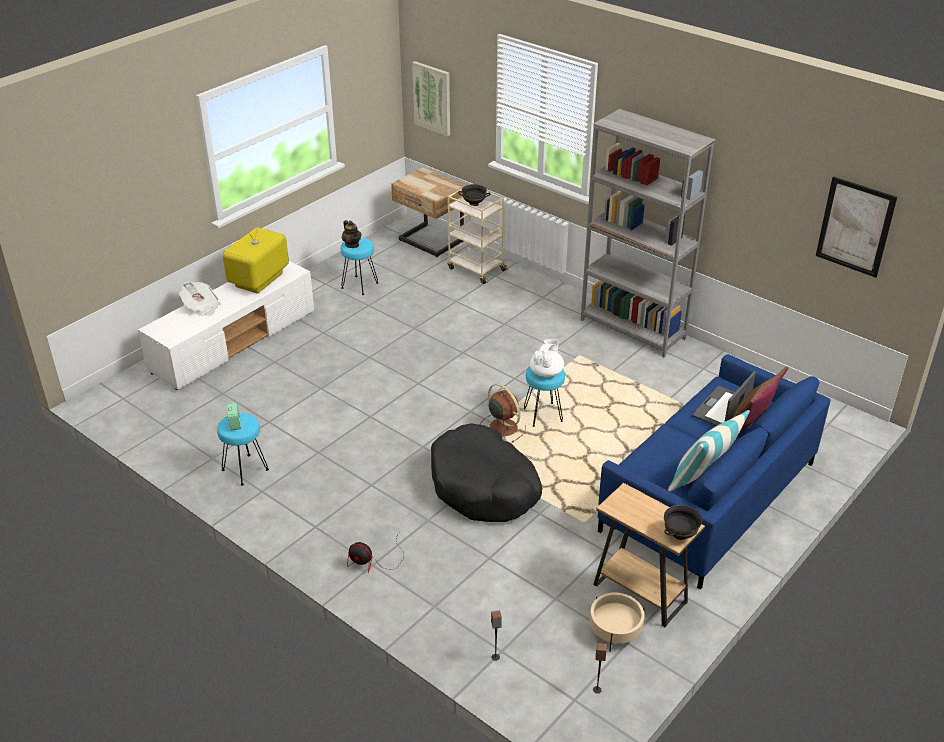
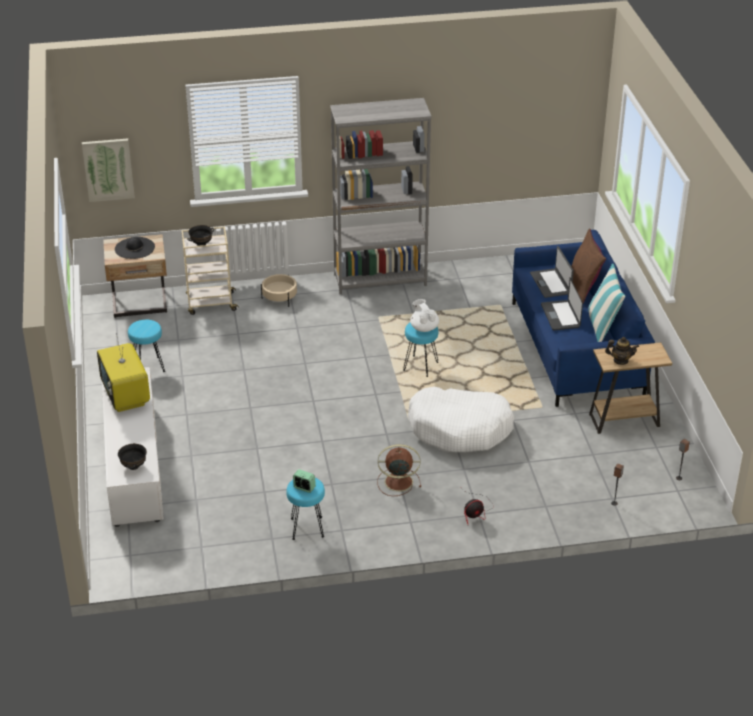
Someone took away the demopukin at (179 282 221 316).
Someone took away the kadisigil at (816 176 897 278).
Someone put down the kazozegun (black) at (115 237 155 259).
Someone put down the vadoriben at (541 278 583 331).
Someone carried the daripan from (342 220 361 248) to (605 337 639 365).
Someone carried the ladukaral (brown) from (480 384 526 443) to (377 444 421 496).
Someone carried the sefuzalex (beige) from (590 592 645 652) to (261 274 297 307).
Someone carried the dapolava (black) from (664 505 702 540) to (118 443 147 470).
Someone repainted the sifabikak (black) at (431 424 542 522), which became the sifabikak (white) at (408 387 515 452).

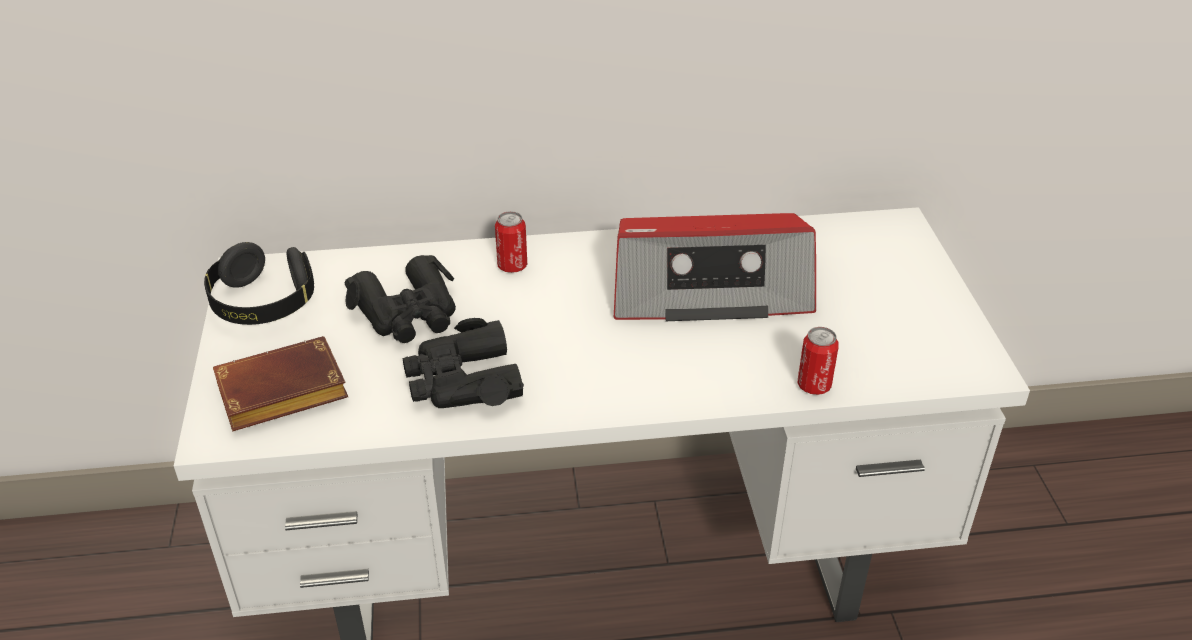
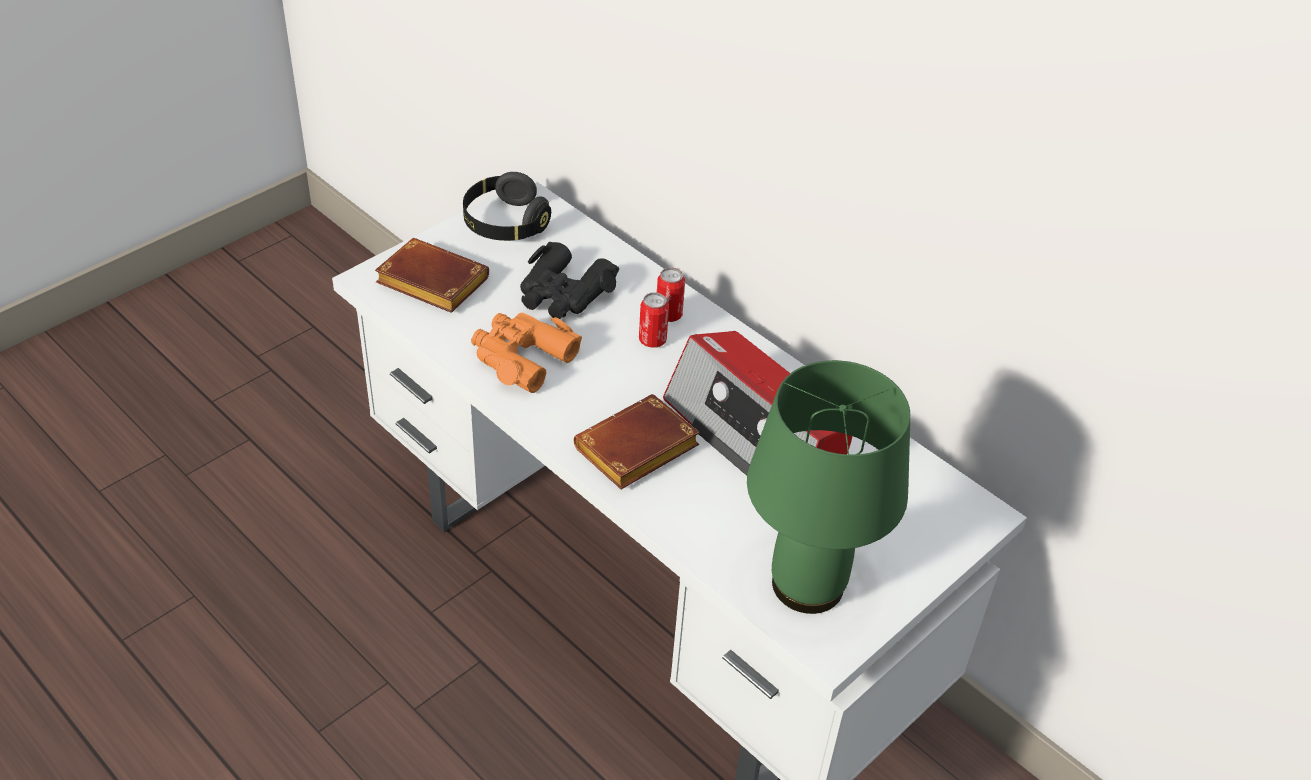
Someone put down the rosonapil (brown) at (574 394 700 489).
Someone put down the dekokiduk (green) at (747 360 911 614).
Someone carried the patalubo from (798 327 839 395) to (639 292 669 348).
Someone repainted the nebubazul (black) at (403 318 524 408), which became the nebubazul (orange) at (471 313 582 393).

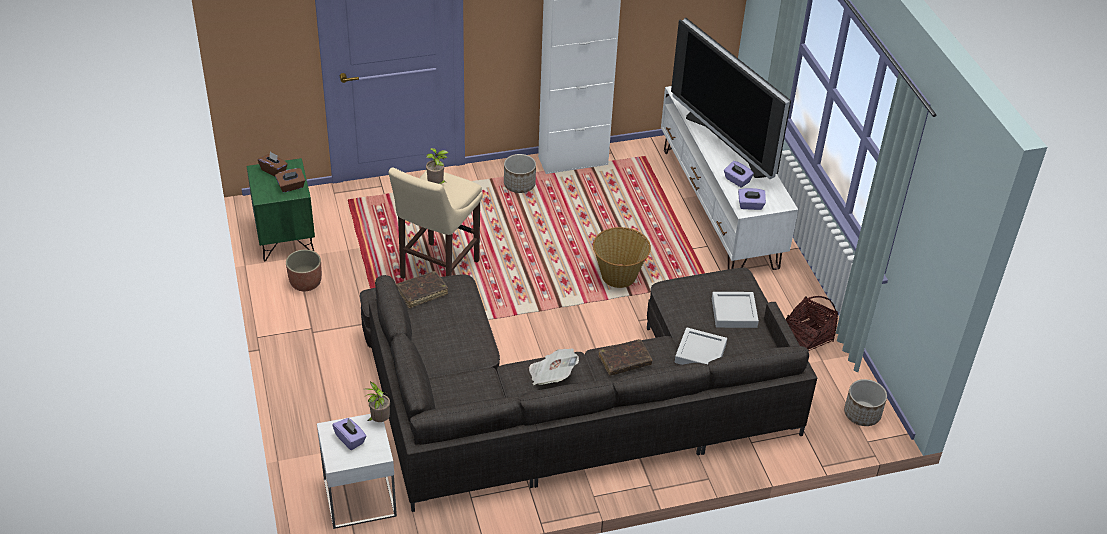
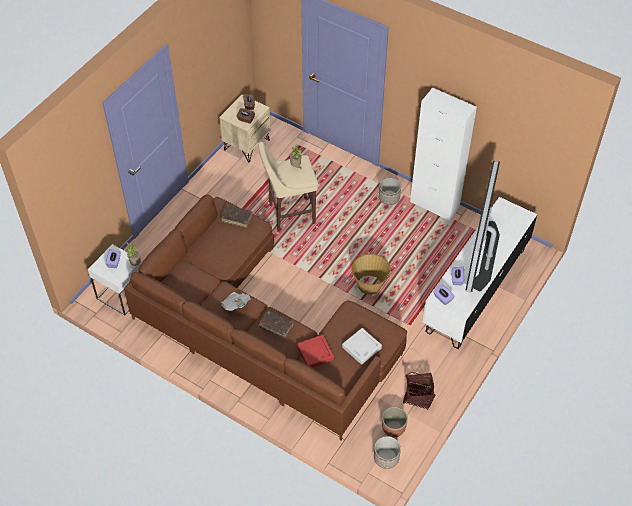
Someone carried the sefuzalex from (286 249 322 291) to (382 407 408 437).
Someone repainted the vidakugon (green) at (247 158 315 261), which became the vidakugon (beige) at (219 95 271 162).
Someone repainted the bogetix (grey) at (360 268 817 512), which became the bogetix (brown) at (124 194 407 440).
Someone repainted the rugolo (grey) at (675 327 727 365), which became the rugolo (red) at (297 335 334 368).

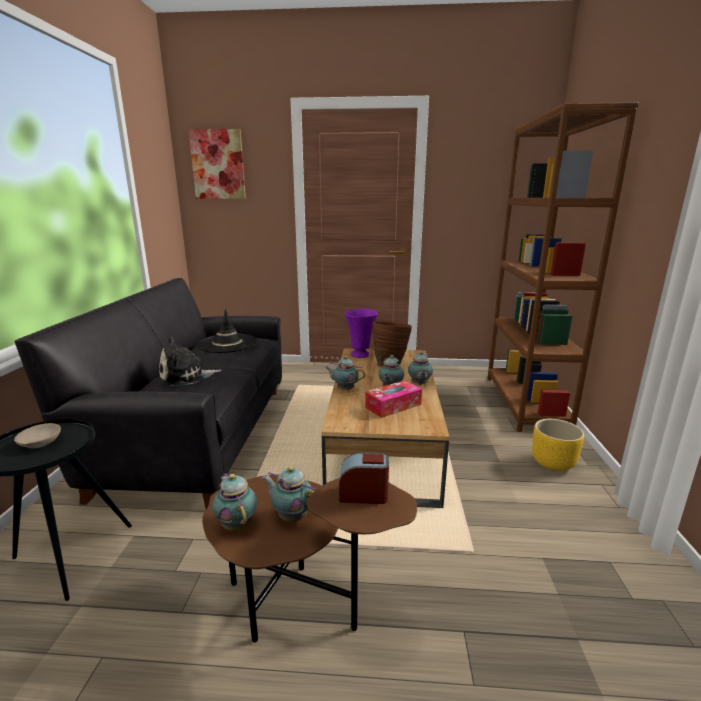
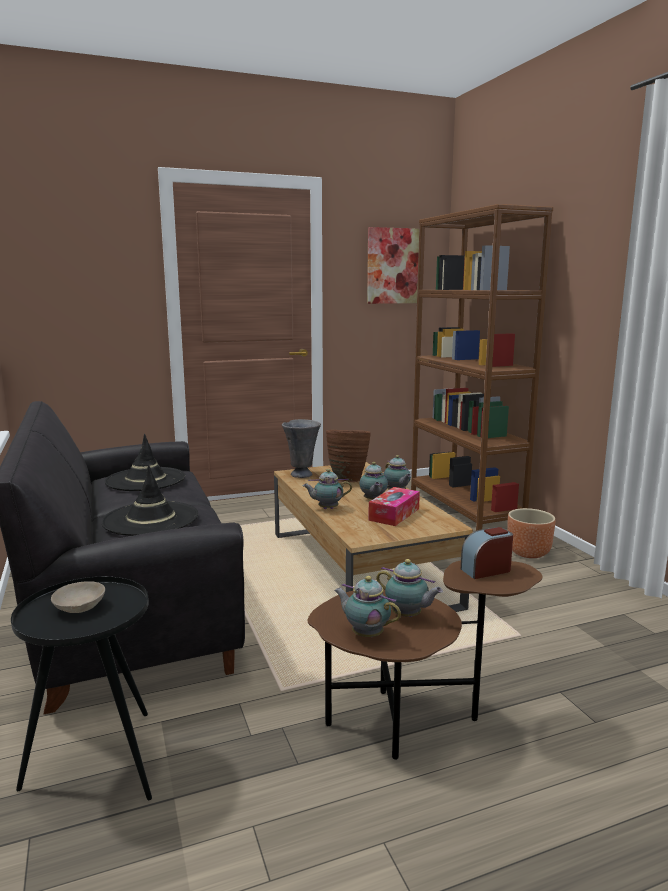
Someone carried the kadisigil from (188 129 246 199) to (367 227 419 304).
Someone swapped the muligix at (159 337 221 386) for the kazozegun (black) at (101 465 198 536).
Someone repainted the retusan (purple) at (345 308 378 358), which became the retusan (grey) at (282 419 321 478).
Someone repainted the sefuzalex (yellow) at (532 419 584 471), which became the sefuzalex (brown) at (507 508 555 558).
Someone rotated the daripan at (262 466 317 522) by 150 degrees counterclockwise.

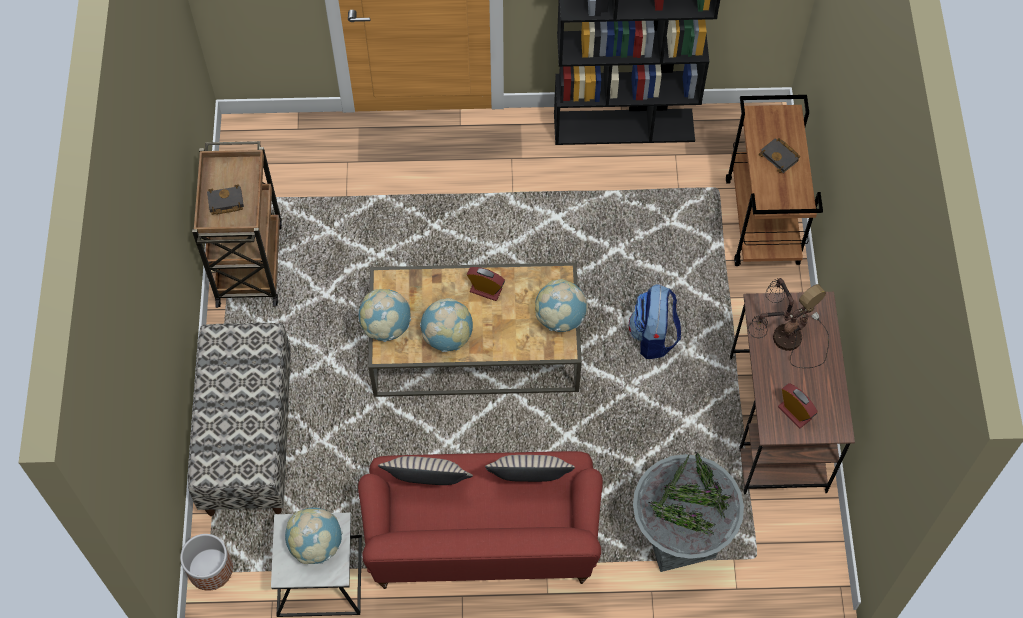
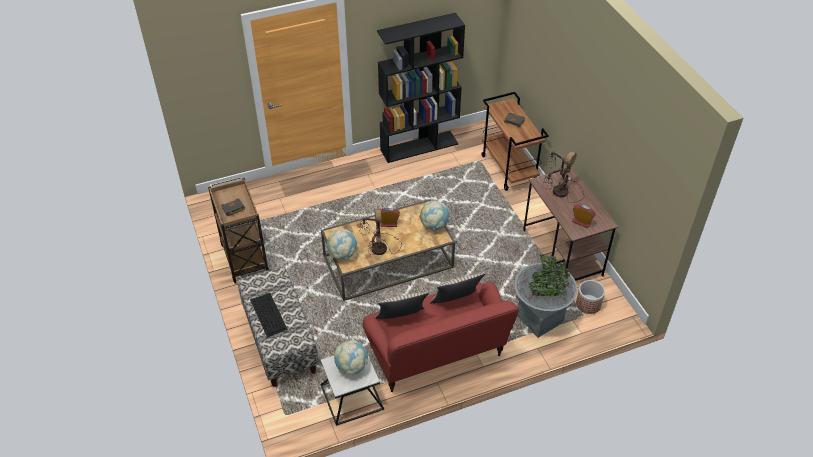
Someone took away the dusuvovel at (629 284 681 359).
Someone put down the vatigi at (250 293 288 337).
Someone carried the sefuzalex from (180 534 233 591) to (576 280 605 314).
Someone swapped the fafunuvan at (420 298 473 352) for the dekokiduk at (359 209 402 255).

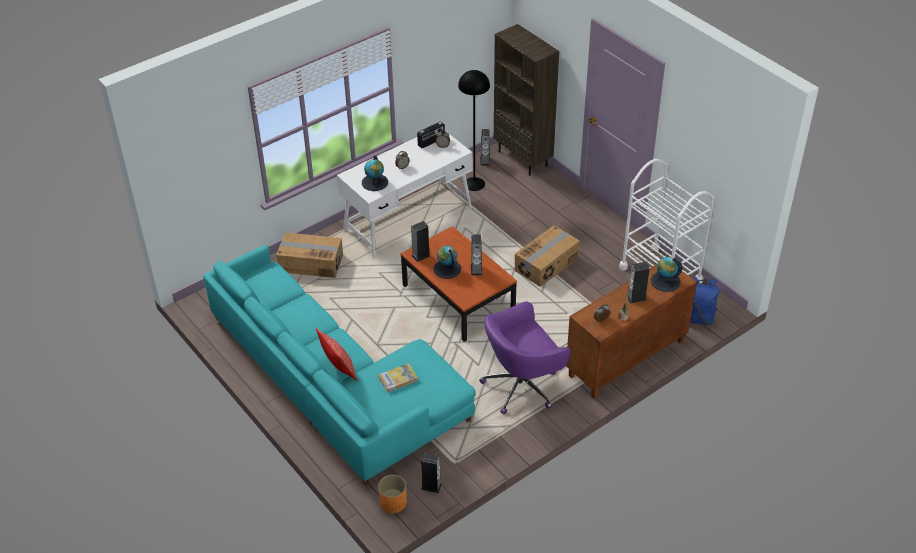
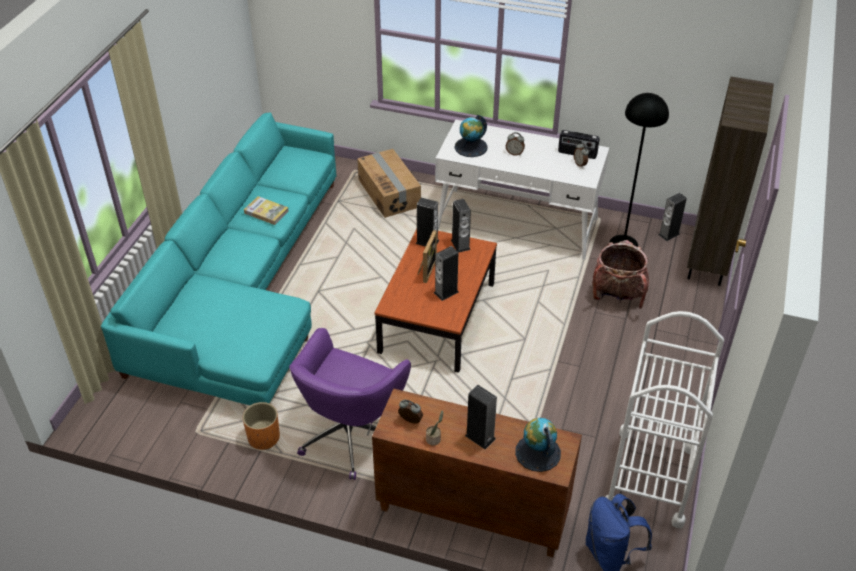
Someone took away the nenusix at (316 328 358 381).
Someone took away the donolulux at (515 225 580 287).
Someone put down the dusuvovel at (592 240 649 309).
Someone carried the rosonapil from (378 363 418 393) to (244 196 289 225).
Someone carried the sefuzalex (orange) from (378 475 406 514) to (242 402 280 450).
Someone carried the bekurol from (421 453 442 493) to (451 199 471 253).
Someone swapped the fafunuvan at (433 246 461 279) for the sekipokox at (417 230 437 283).
Someone rotated the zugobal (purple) at (479 301 570 415) by 90 degrees counterclockwise.

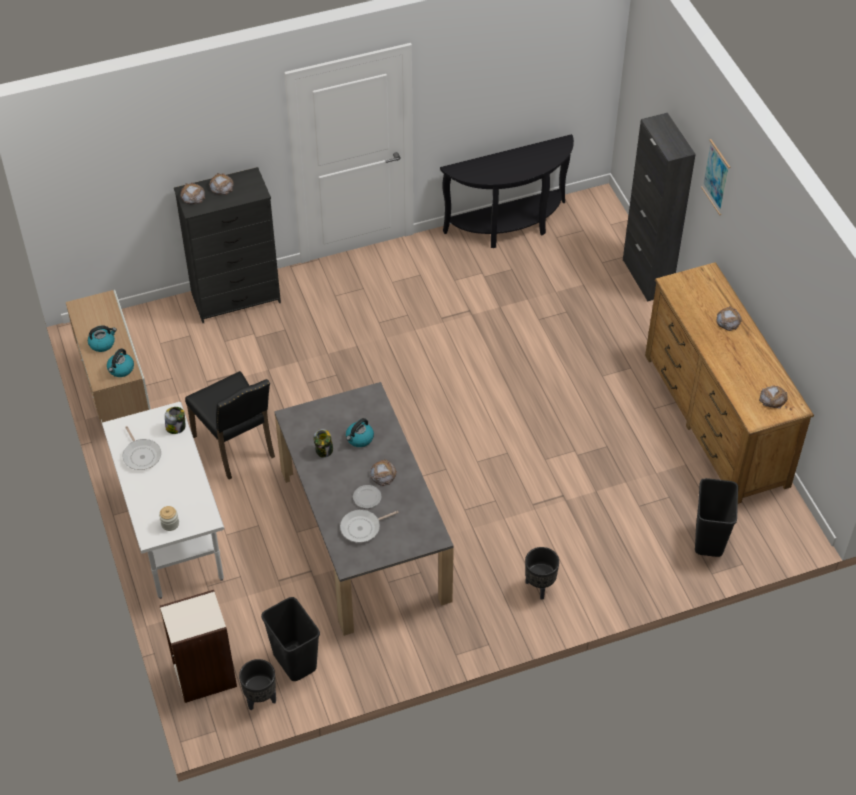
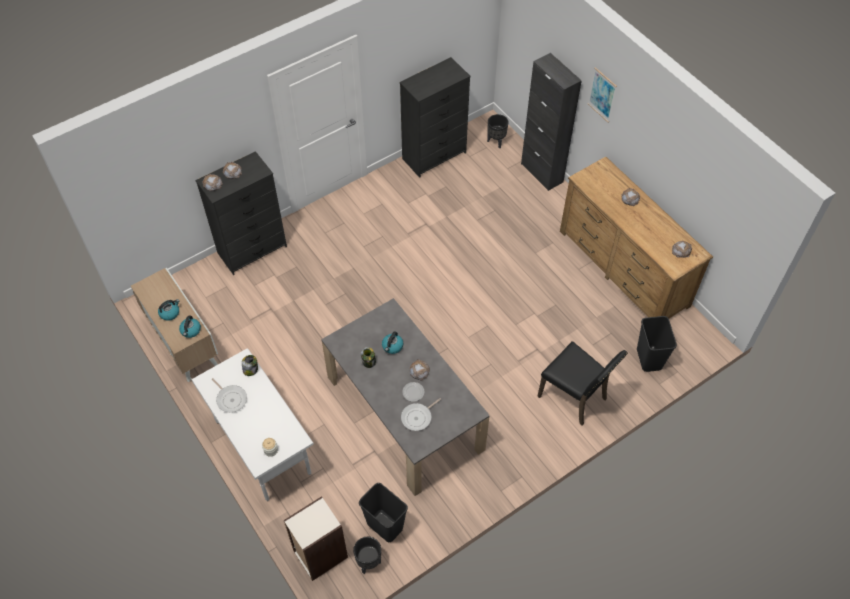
Someone carried the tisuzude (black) from (185 371 275 480) to (537 341 628 426).
Someone carried the sefuzalex (black) from (525 547 559 599) to (487 114 509 148).
Someone swapped the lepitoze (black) at (440 134 574 248) for the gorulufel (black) at (400 57 471 178).

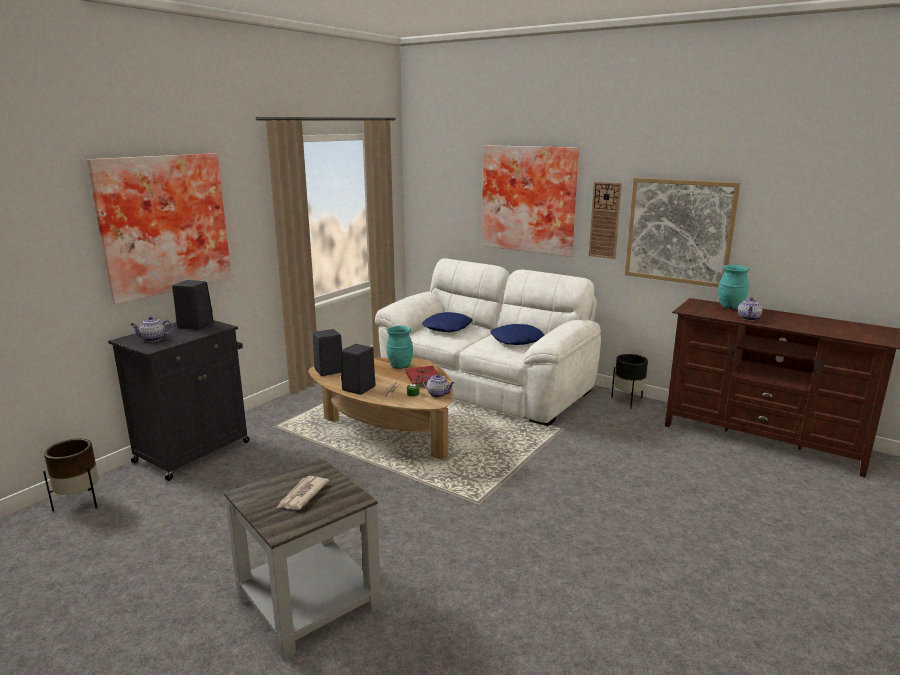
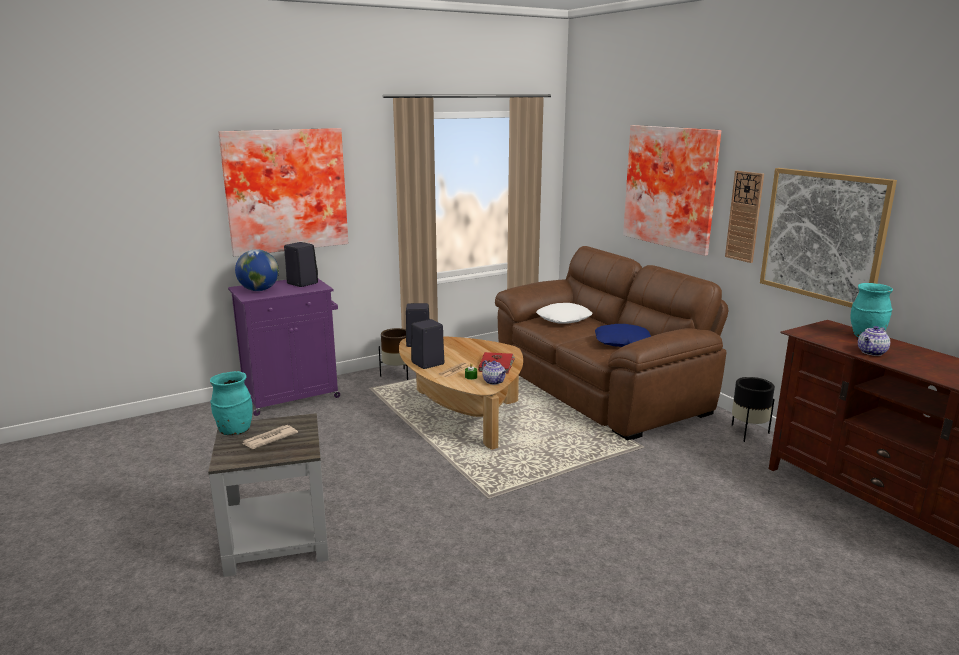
Someone carried the sefuzalex (brown) from (43 438 99 511) to (379 328 408 380).
Someone carried the retusan (turquoise) from (387 326 413 369) to (210 371 253 435).
Someone swapped the daripan at (130 317 173 342) for the fafunuvan at (235 249 279 291).
Someone repainted the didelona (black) at (108 320 249 481), which became the didelona (purple) at (228 279 340 416).
Someone repainted the bogetix (white) at (375 258 601 426), which became the bogetix (brown) at (495 246 729 440).
Someone repainted the nenusix (blue) at (422 312 473 332), which became the nenusix (white) at (536 303 592 324).

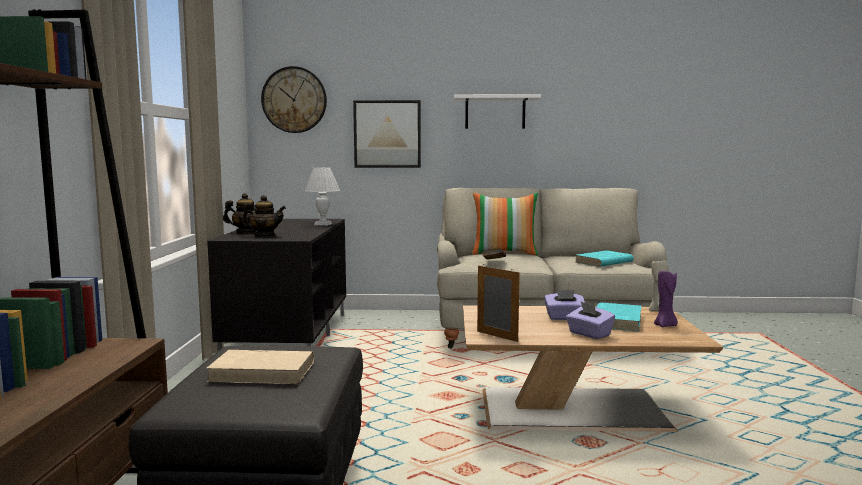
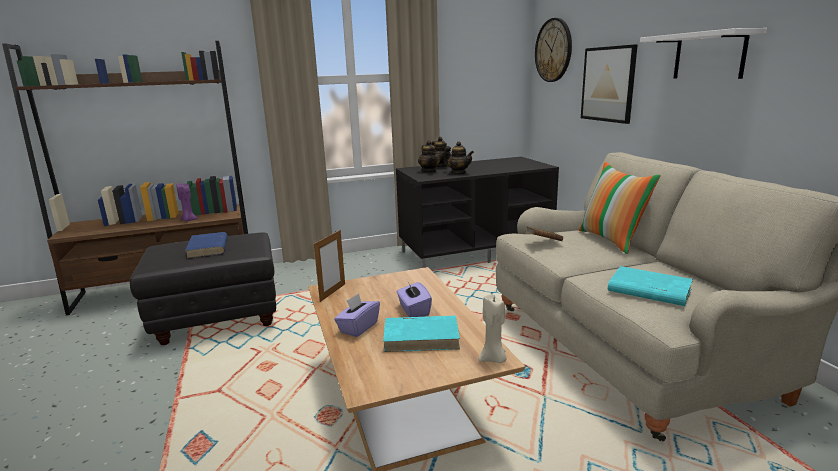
Someone took away the dekokiduk (white) at (305 167 340 226).
Someone put down the daripan at (444 141 474 174).
Someone carried the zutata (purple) from (654 270 678 327) to (177 183 198 222).
Someone repainted the rosonapil (beige) at (206 350 314 385), which became the rosonapil (blue) at (185 232 228 258).

